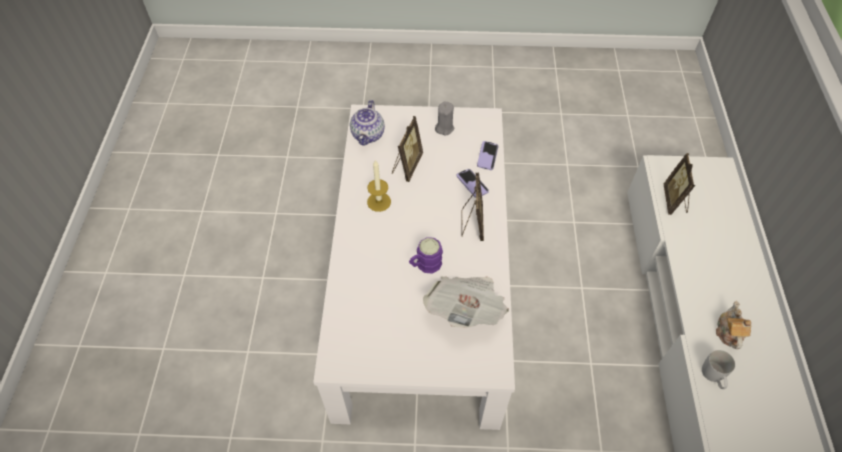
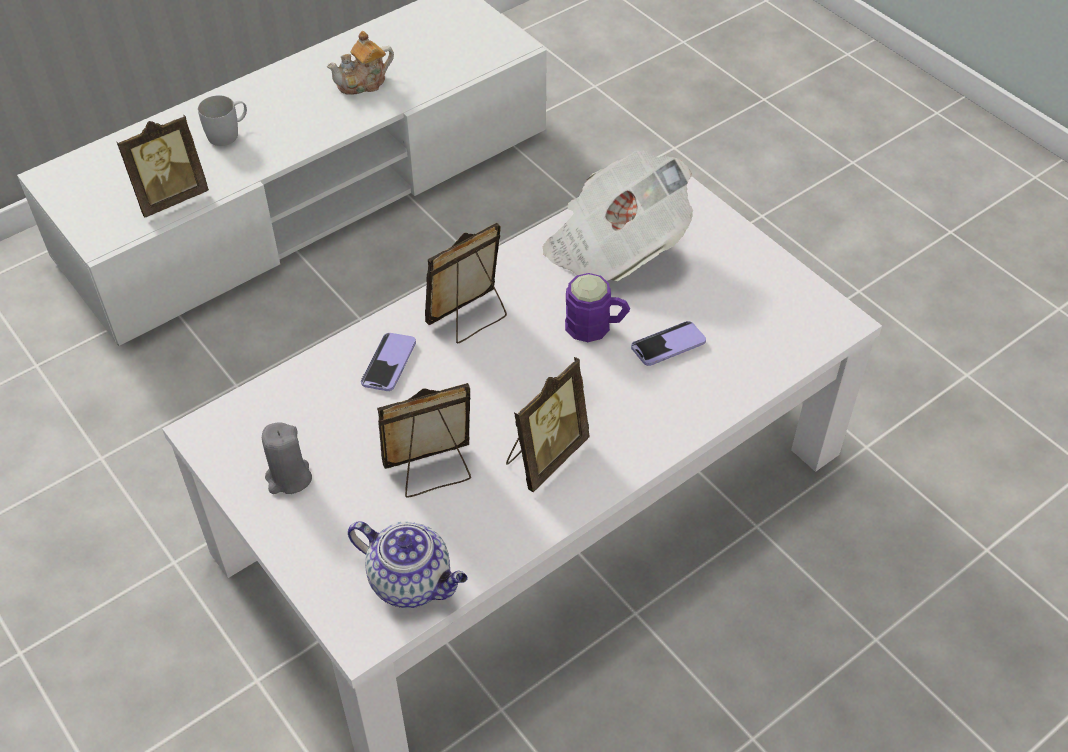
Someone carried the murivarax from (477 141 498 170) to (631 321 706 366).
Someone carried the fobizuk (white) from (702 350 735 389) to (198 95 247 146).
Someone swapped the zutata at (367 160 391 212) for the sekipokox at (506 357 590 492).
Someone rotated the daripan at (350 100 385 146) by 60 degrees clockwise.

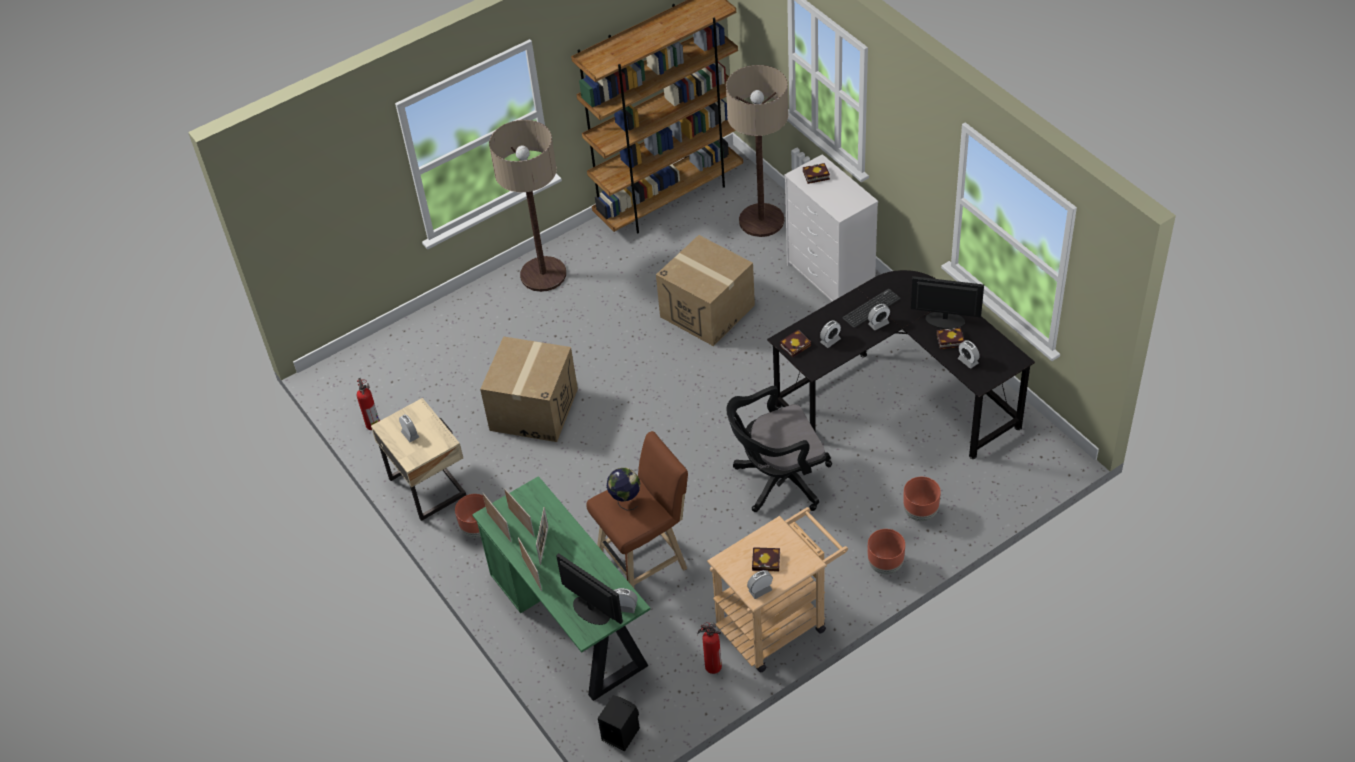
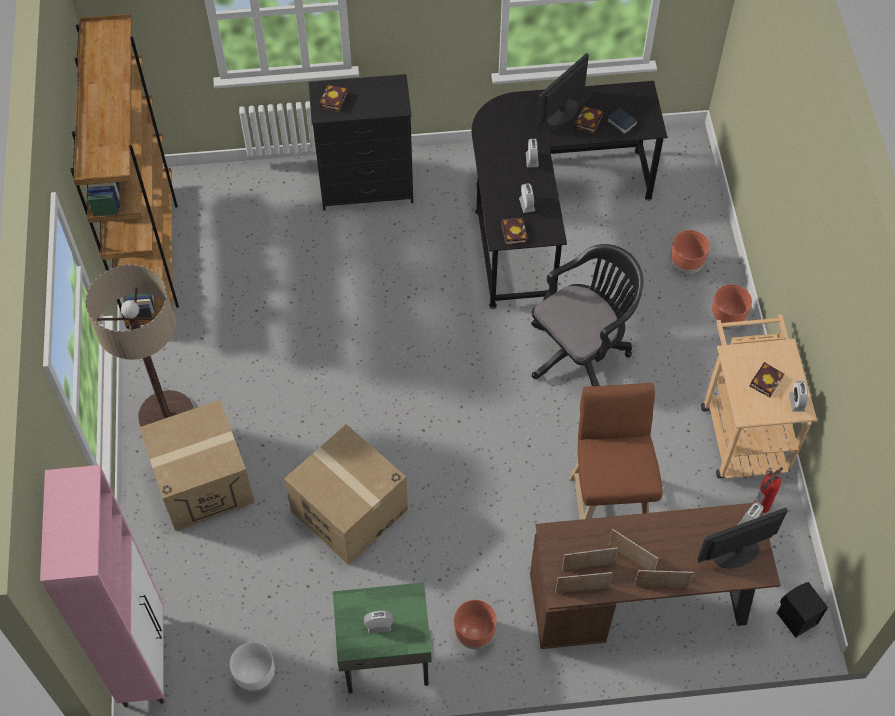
Someone took away the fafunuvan at (607 468 640 511).
Someone took away the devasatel at (726 65 788 237).
Someone took away the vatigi at (842 289 901 328).
Someone put down the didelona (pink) at (40 465 164 707).
Someone carried the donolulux from (656 235 755 346) to (139 400 255 531).
Someone swapped the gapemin at (357 378 380 430) for the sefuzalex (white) at (230 642 275 692).
Someone swapped the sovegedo at (958 340 980 369) for the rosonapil at (607 107 638 135).
Someone repainted the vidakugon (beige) at (371 398 466 521), which became the vidakugon (green) at (333 582 432 694).
Someone repainted the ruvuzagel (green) at (472 476 651 701), which became the ruvuzagel (brown) at (530 502 780 649).
Someone repainted the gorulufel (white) at (784 154 878 301), which became the gorulufel (black) at (309 74 413 211).
Someone rotated the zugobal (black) at (726 386 832 512) by 135 degrees counterclockwise.

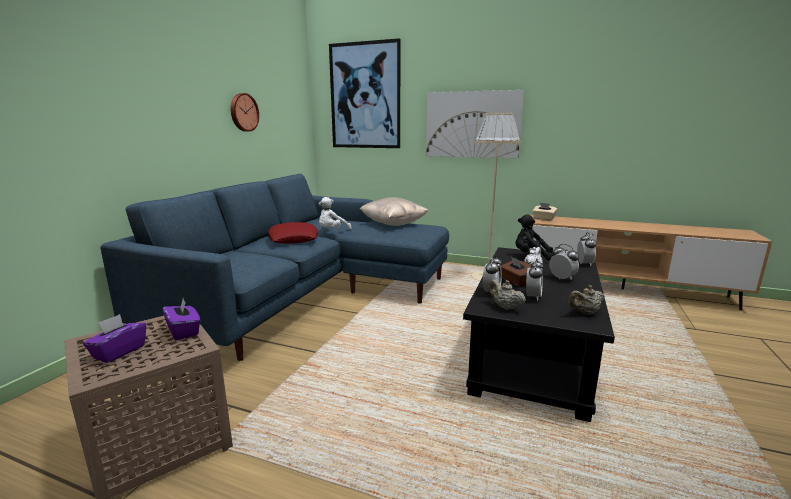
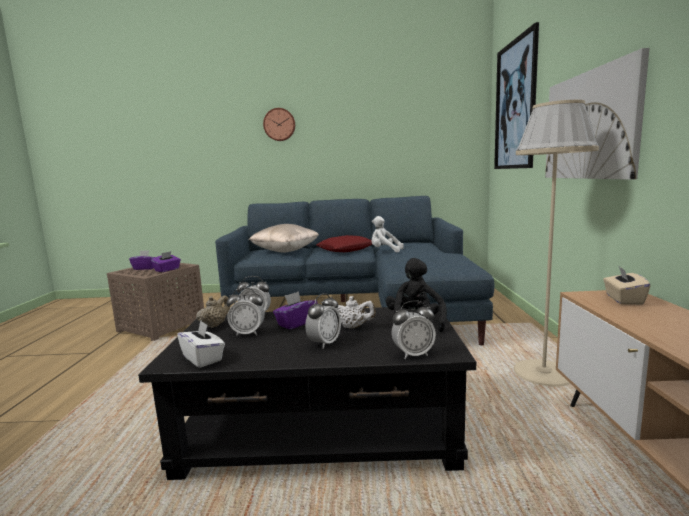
Someone carried the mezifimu from (231 93 259 132) to (263 108 295 141).
Someone carried the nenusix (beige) from (359 197 428 226) to (249 224 319 252).
Someone swapped the daripan (beige) at (568 285 604 315) for the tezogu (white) at (177 320 225 368).
Someone repainted the tezogu (brown) at (501 257 531 286), which became the tezogu (purple) at (273 291 317 329).

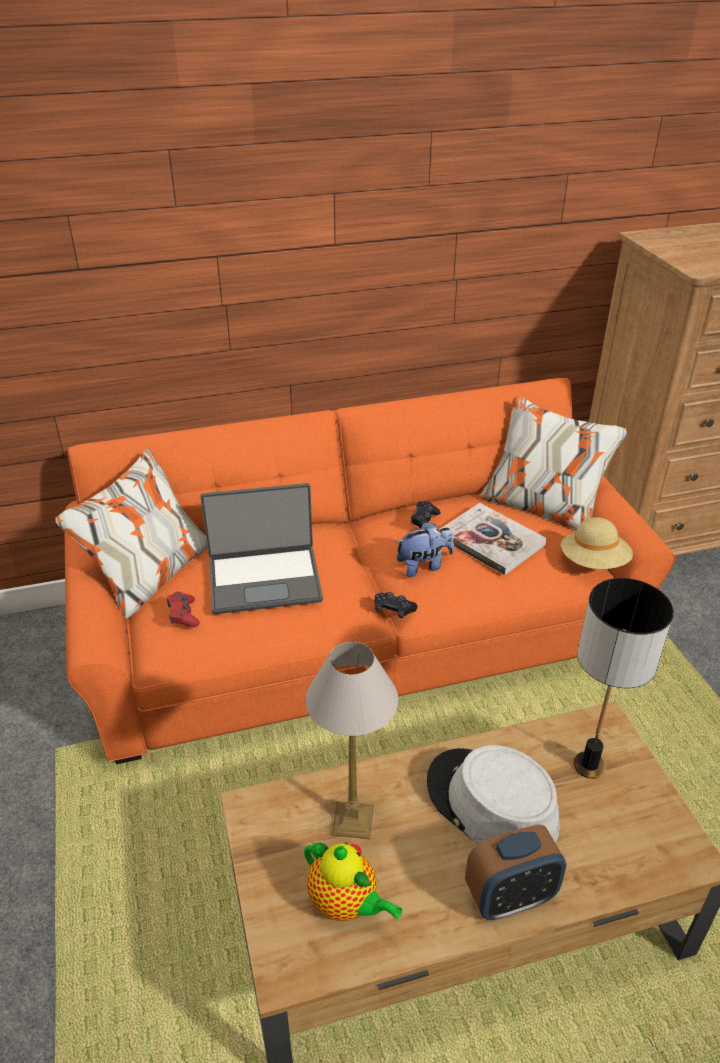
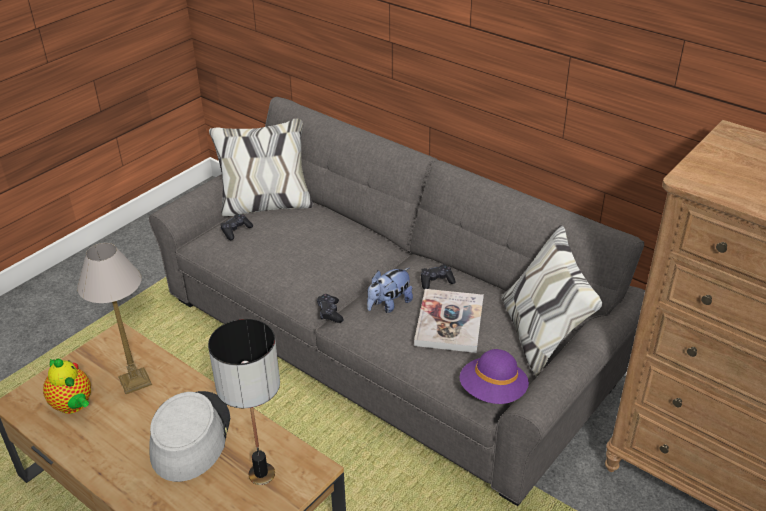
Someone took away the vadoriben at (201 483 323 614).
Someone took away the sovegedo at (465 825 566 920).
Someone repainted the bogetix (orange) at (55 378 675 764), which became the bogetix (grey) at (149 97 645 506).
Someone repainted the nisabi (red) at (167 591 200 627), which became the nisabi (black) at (220 214 253 240).
Someone repainted the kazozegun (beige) at (561 517 633 569), which became the kazozegun (purple) at (460 349 529 404).
Someone rotated the daripan at (304 842 402 921) by 45 degrees counterclockwise.
Someone rotated the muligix at (396 522 454 577) by 105 degrees clockwise.

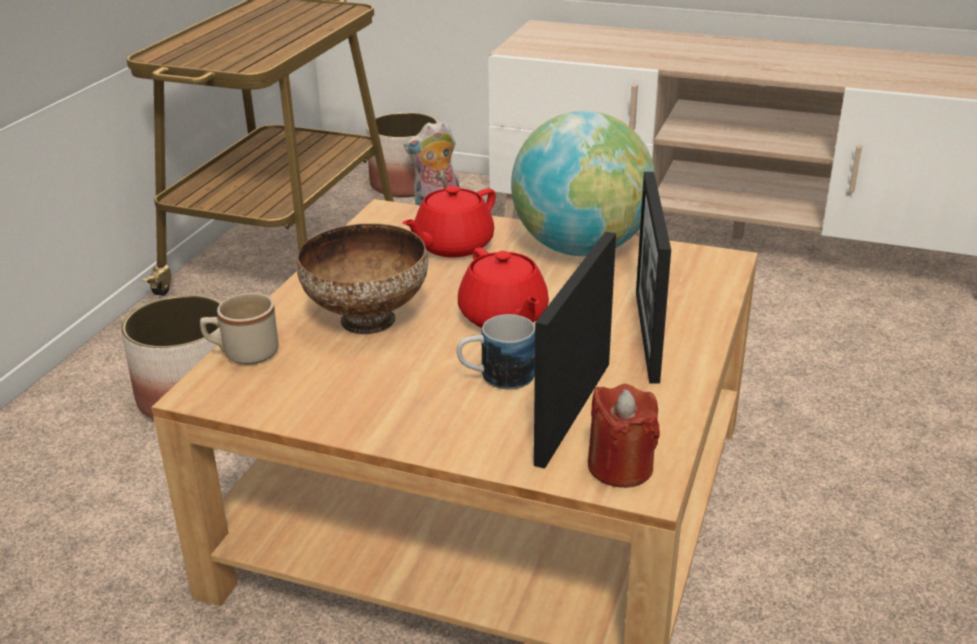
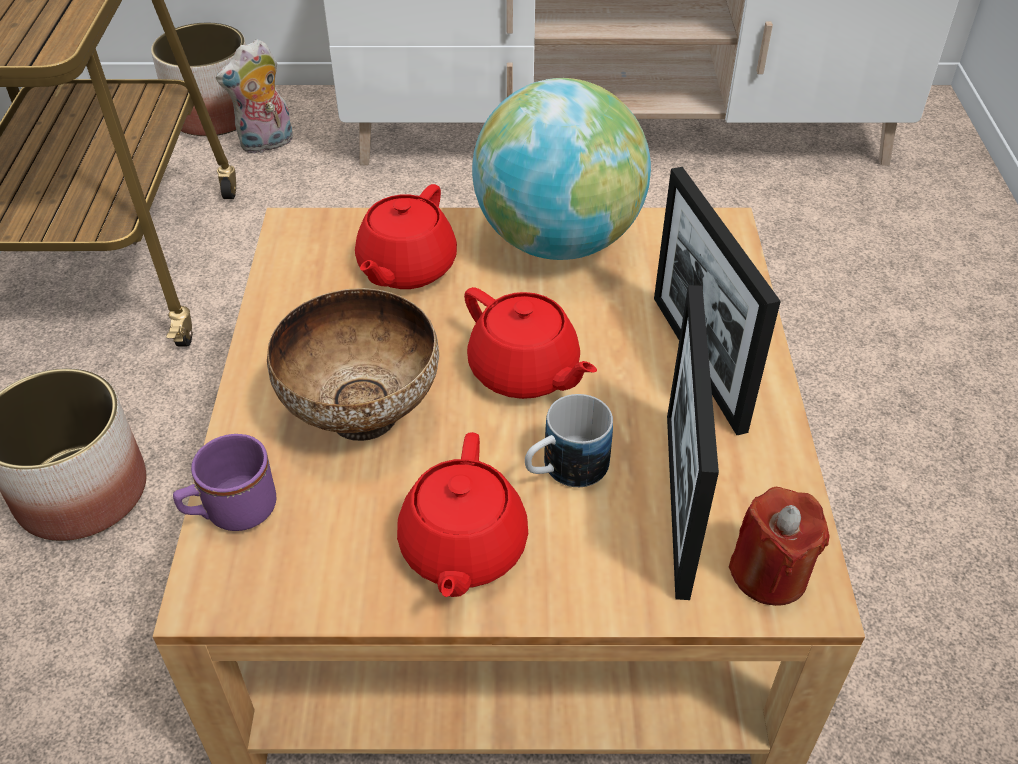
Someone put down the daripan (red) at (397 432 528 597).
Someone repainted the fobizuk (beige) at (200 293 278 365), which became the fobizuk (purple) at (173 434 276 531).

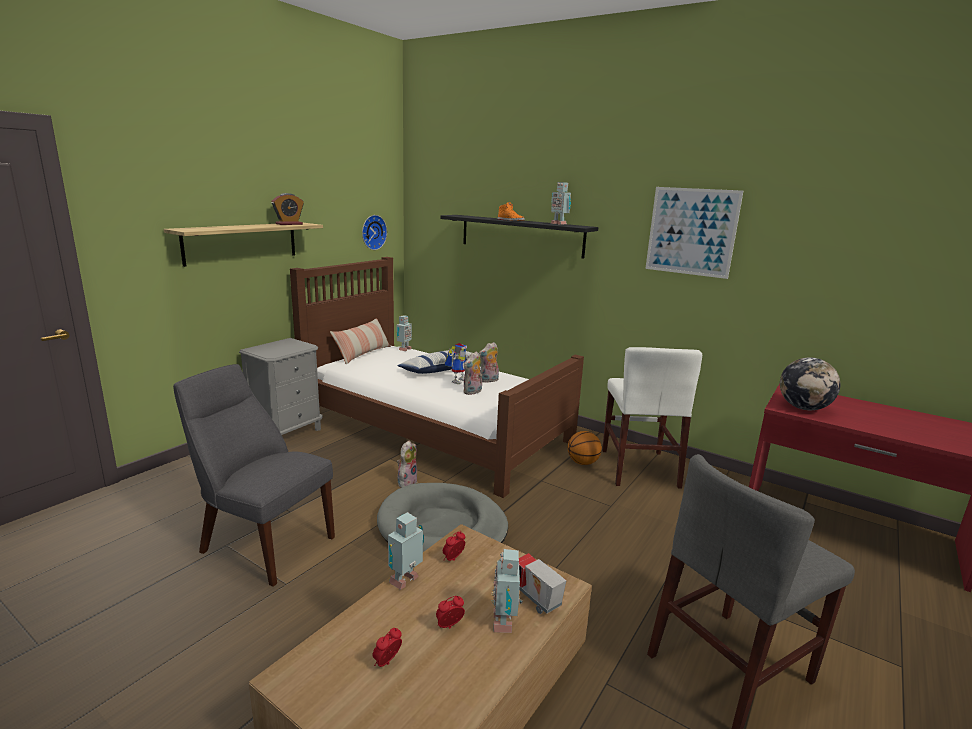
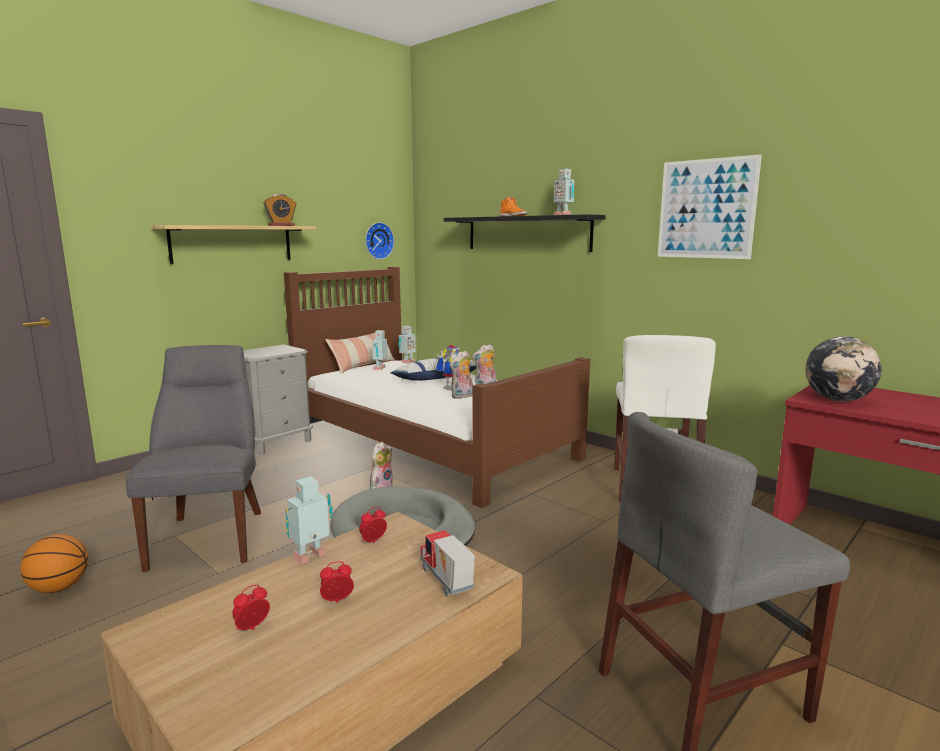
Someone carried the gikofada from (491 549 523 633) to (372 330 387 370).
Someone carried the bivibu from (568 431 602 465) to (20 534 88 593).
Someone rotated the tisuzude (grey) at (173 364 335 587) by 45 degrees clockwise.

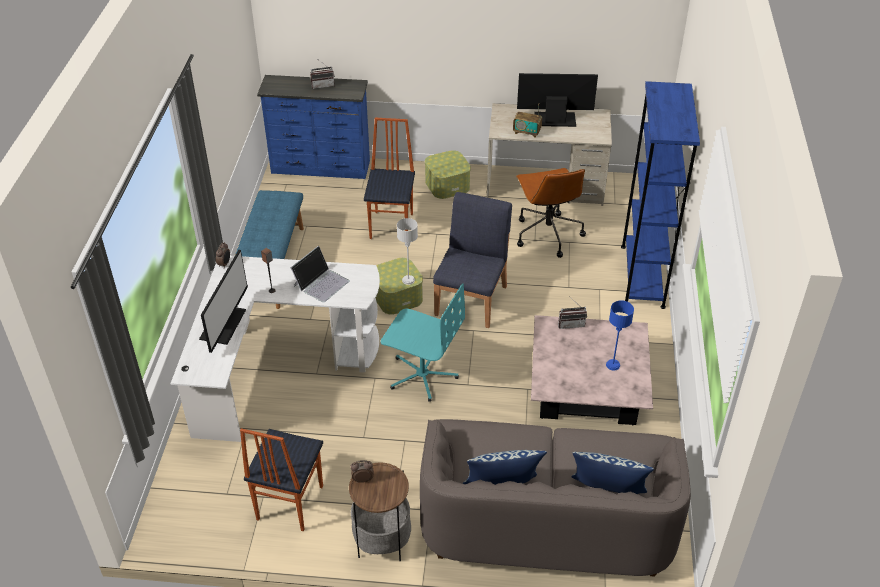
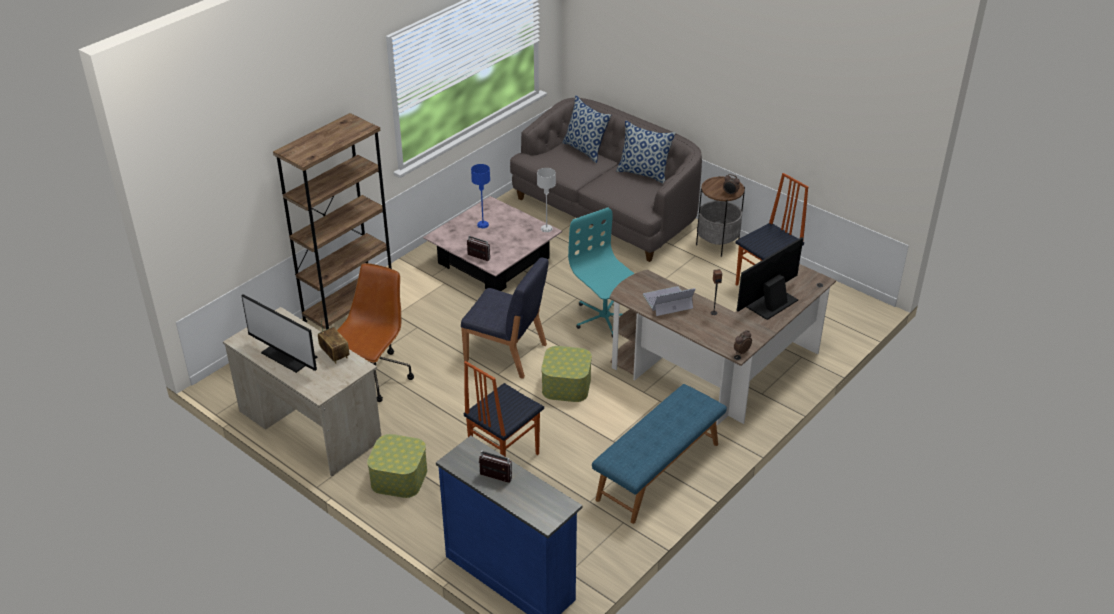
Someone carried the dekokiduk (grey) from (397 218 418 285) to (537 168 556 232).
Someone repainted the ruvuzagel (white) at (171 256 380 442), which became the ruvuzagel (brown) at (609 264 836 426).
Someone repainted the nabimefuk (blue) at (621 81 700 309), which became the nabimefuk (brown) at (273 113 392 330).
Someone rotated the tisuzude (blue) at (433 192 512 328) by 120 degrees counterclockwise.

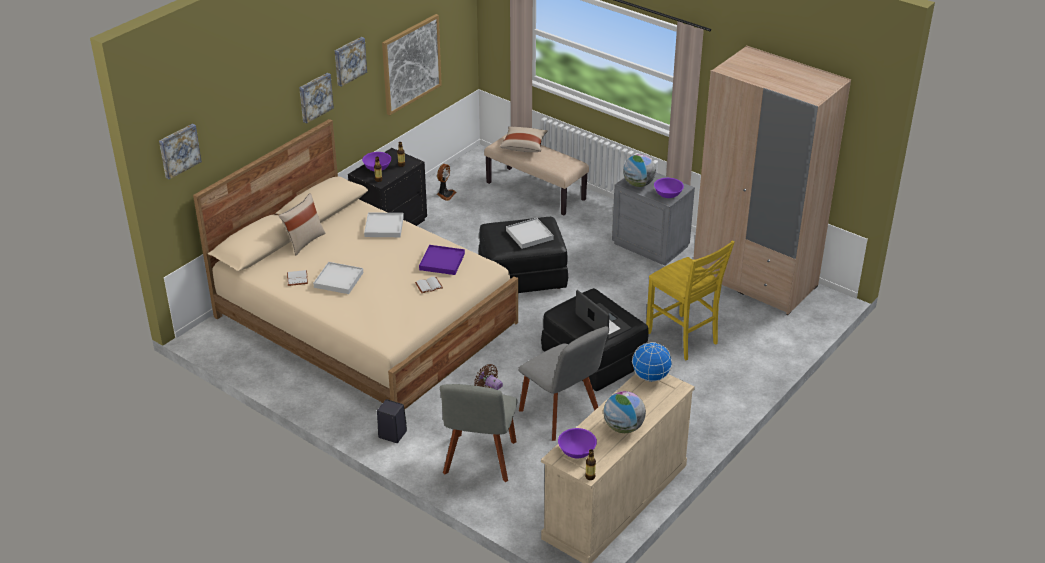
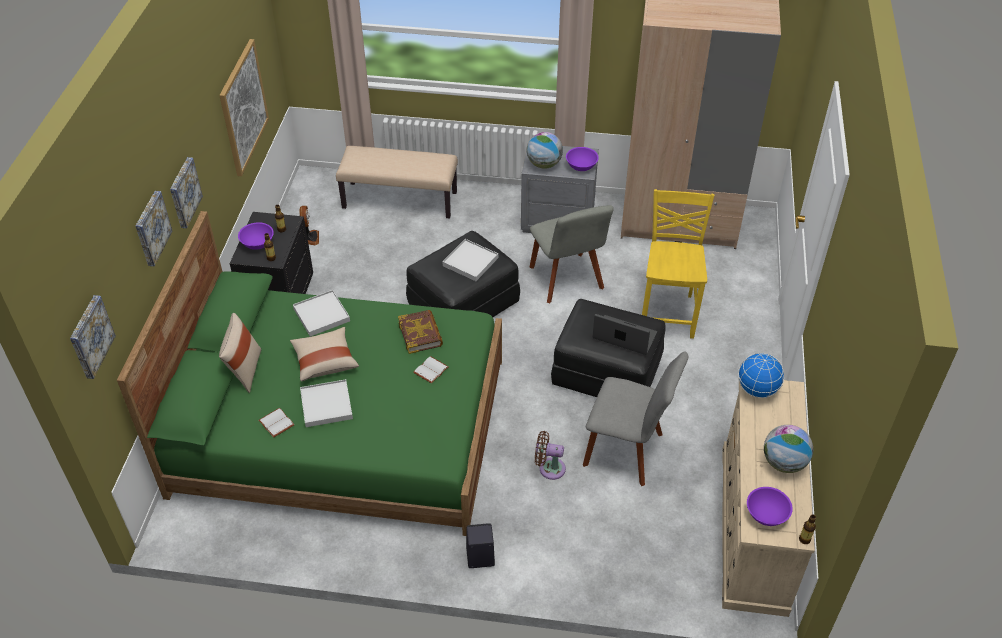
Someone carried the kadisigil from (335 37 367 87) to (136 191 173 267).
Someone carried the tisuzude (grey) from (440 384 517 482) to (529 205 614 303).
Someone carried the nenusix (beige) from (500 127 548 152) to (290 327 359 381).
Someone swapped the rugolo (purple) at (419 245 465 275) for the rosonapil at (398 310 443 354).
Someone repainted the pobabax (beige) at (193 119 518 409), which became the pobabax (green) at (117 211 502 536).
Someone rotated the tisuzude (yellow) at (646 240 735 360) by 105 degrees counterclockwise.

